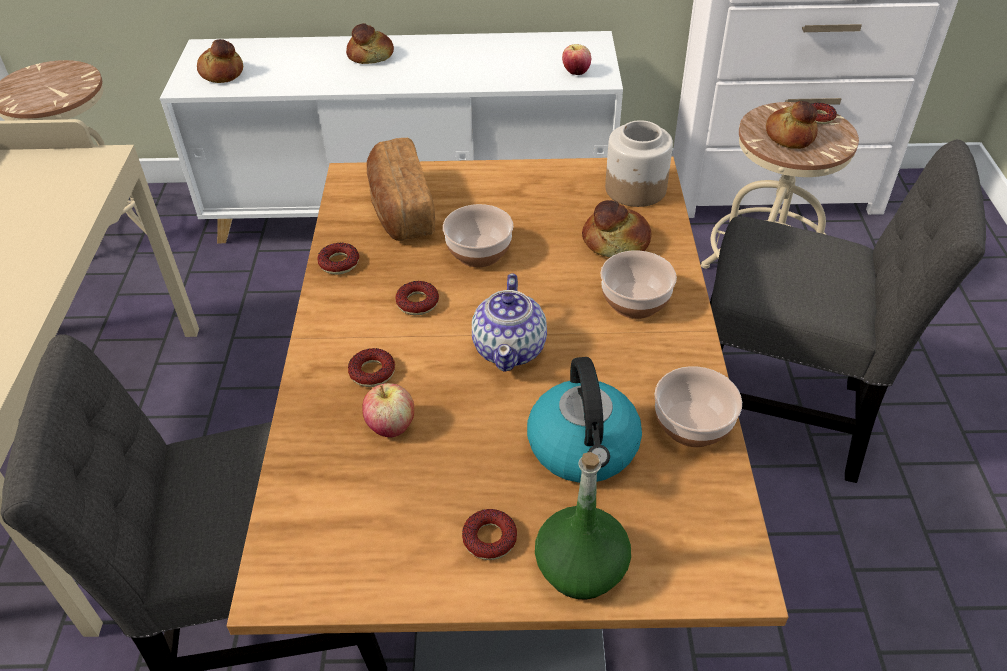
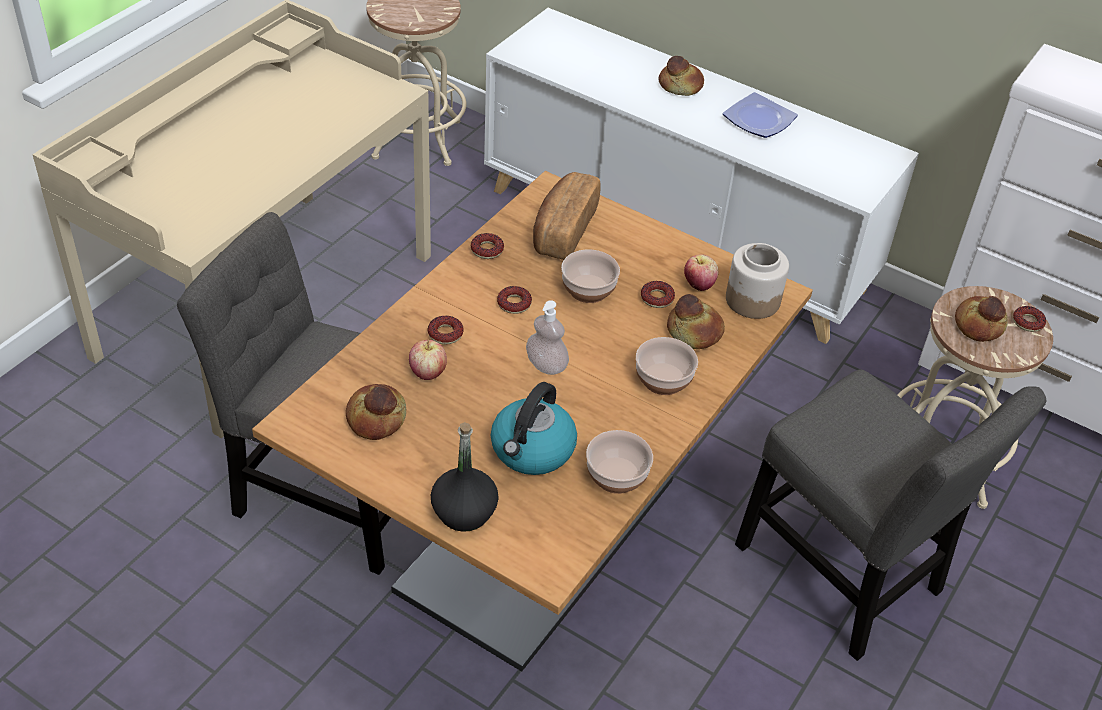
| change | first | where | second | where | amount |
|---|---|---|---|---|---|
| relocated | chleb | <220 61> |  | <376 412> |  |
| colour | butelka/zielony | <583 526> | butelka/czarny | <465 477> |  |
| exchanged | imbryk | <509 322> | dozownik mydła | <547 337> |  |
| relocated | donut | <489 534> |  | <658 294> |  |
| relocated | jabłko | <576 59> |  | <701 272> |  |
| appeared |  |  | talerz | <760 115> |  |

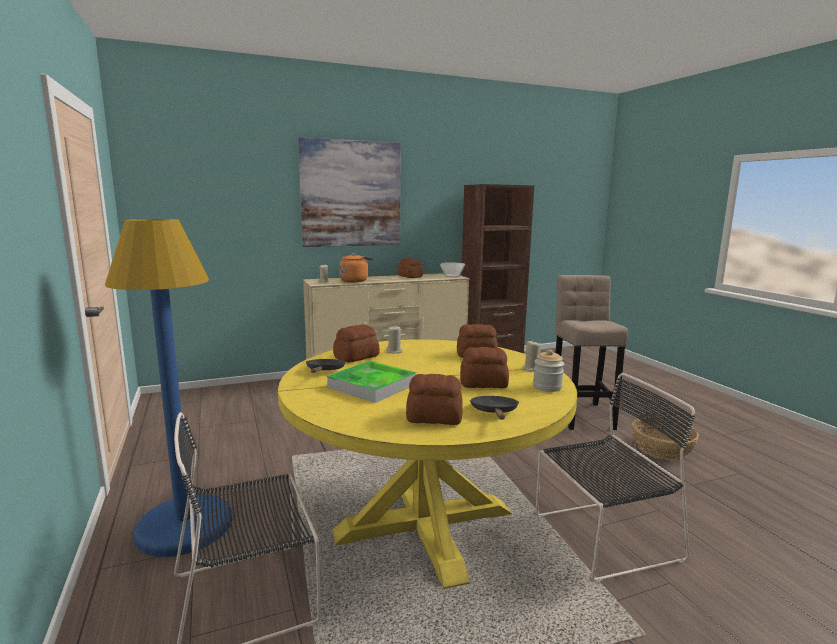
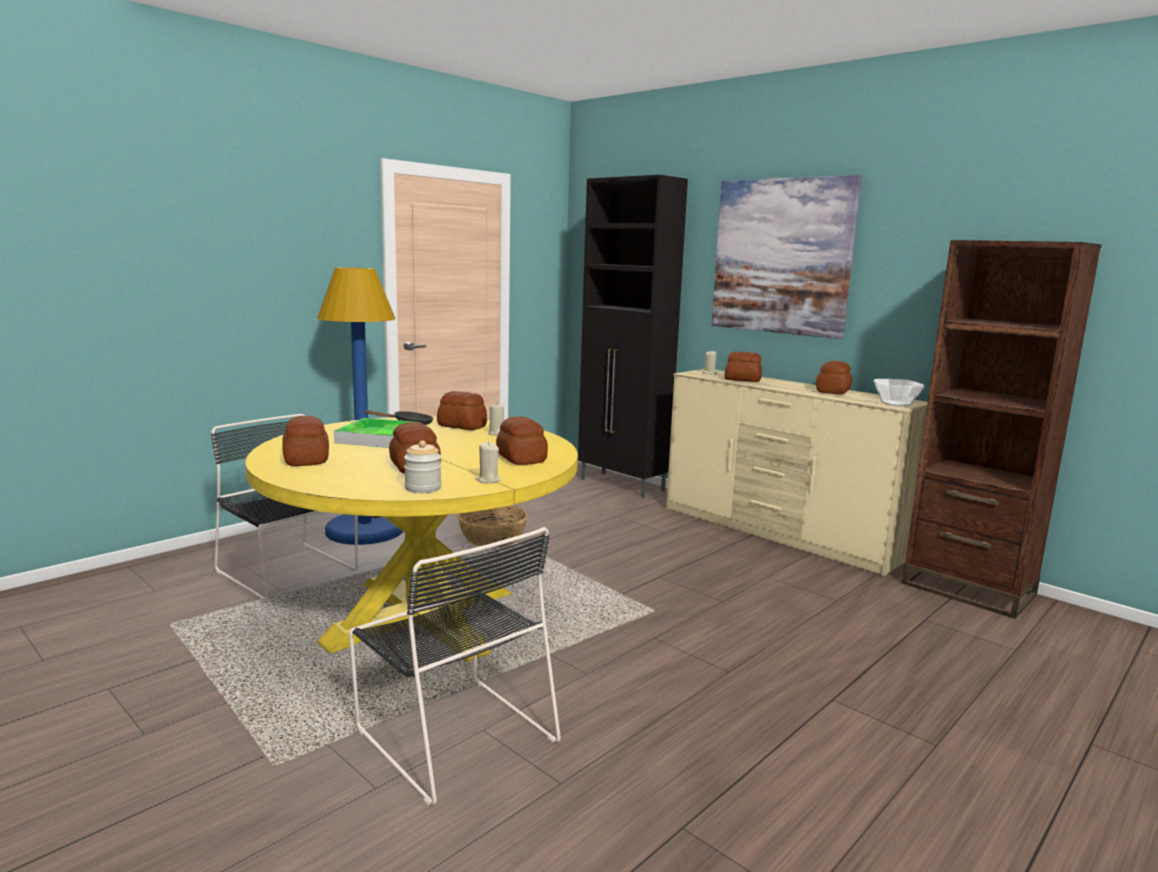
| change | first | where | second | where | amount |
|---|---|---|---|---|---|
| relocated | koszyk | <665 438> |  | <492 526> |  |
| appeared |  |  | szafka/czarny | <633 336> |  |
| exchanged | czajnik/pomarańczowy | <356 267> | chleb | <743 367> |  |
| missing | patelnia/czarny | <494 408> |  |  |  |
| missing | stołek/beżowy | <591 352> |  |  |  |

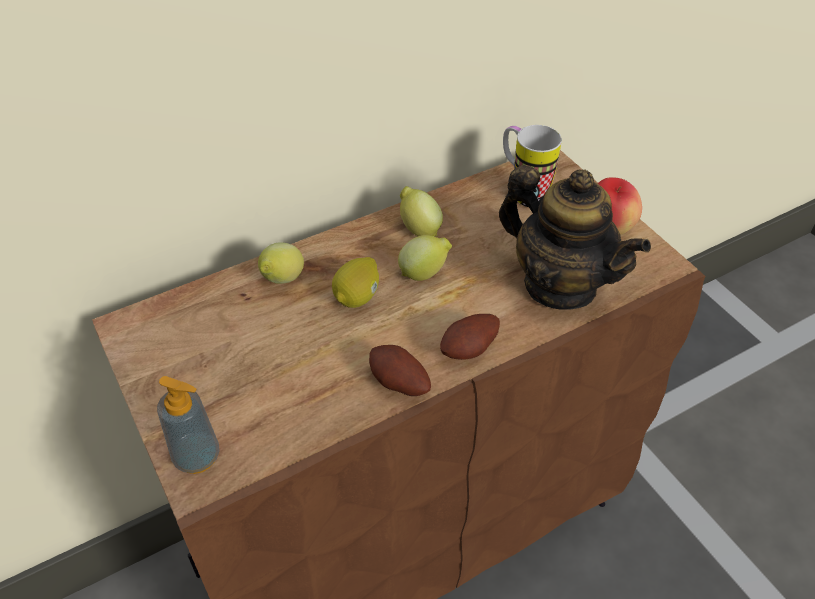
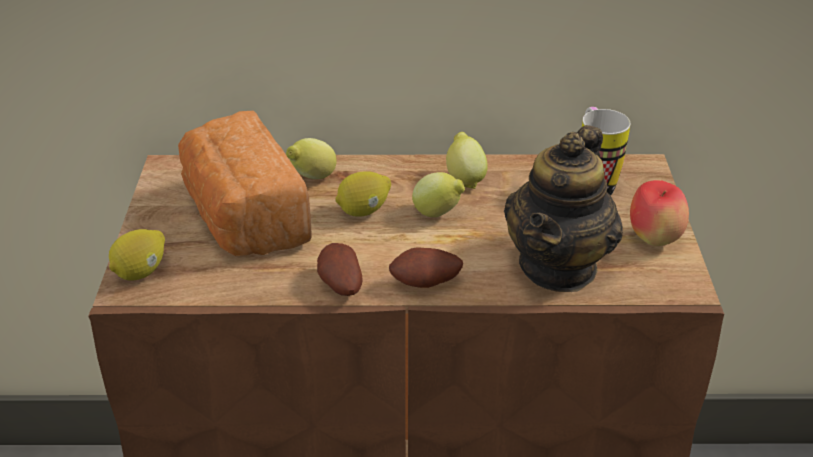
| change | first | where | second | where | amount |
|---|---|---|---|---|---|
| exchanged | dozownik mydła | <188 425> | cytryna | <137 255> |  |
| appeared |  |  | chleb | <245 183> |  |
| spun | imbryk | <575 237> |  | <563 208> | 45 degrees clockwise |

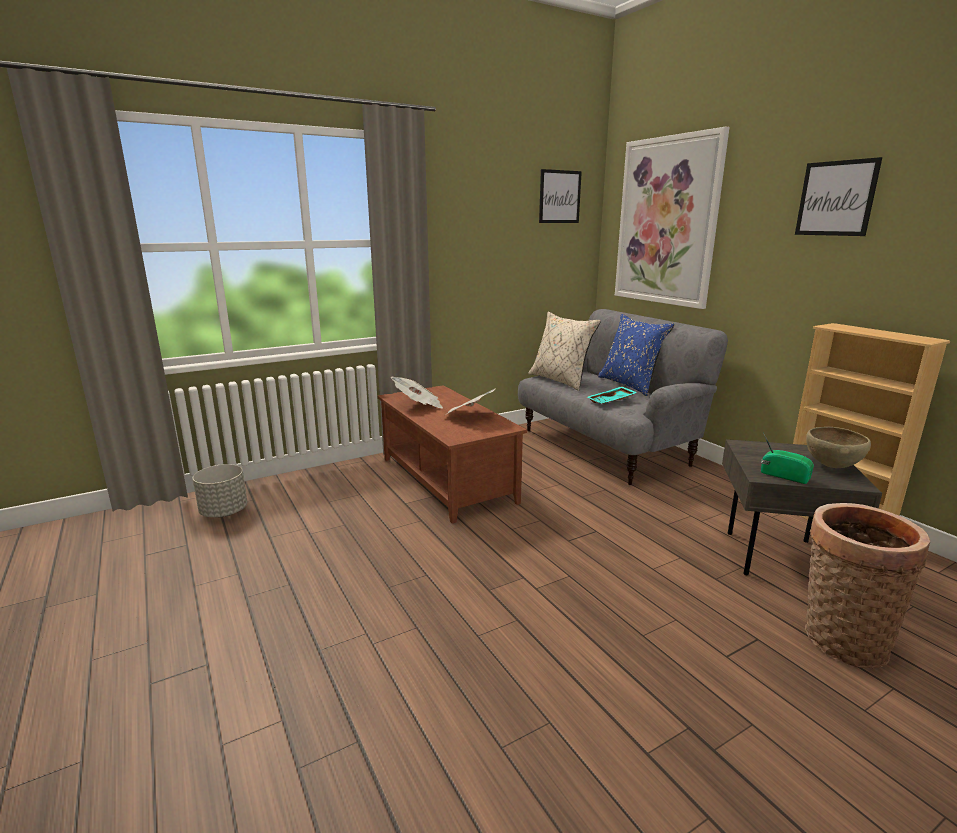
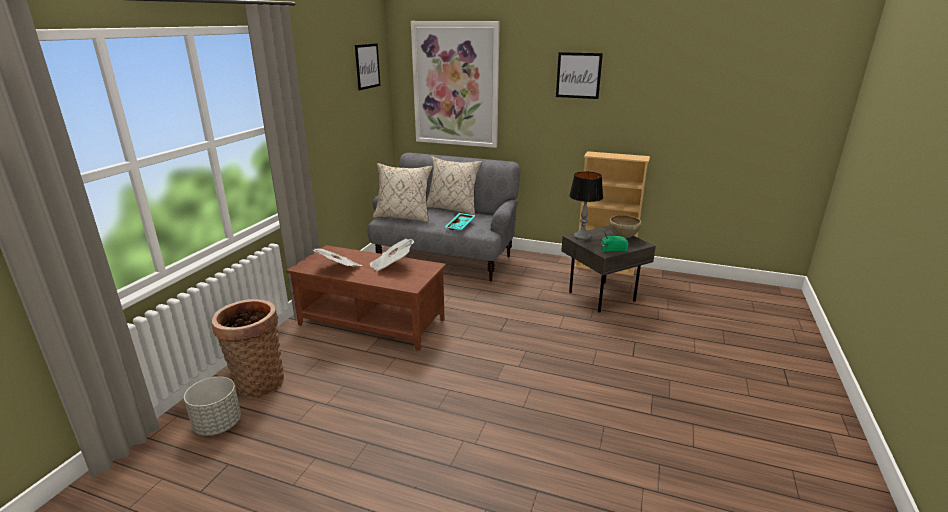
| change | first | where | second | where | amount |
|---|---|---|---|---|---|
| relocated | koszyk | <867 585> |  | <247 348> |  |
| colour | poduszka/niebieski | <636 355> | poduszka/beżowy | <454 185> |  |
| appeared |  |  | lampa stołowa | <586 206> |  |

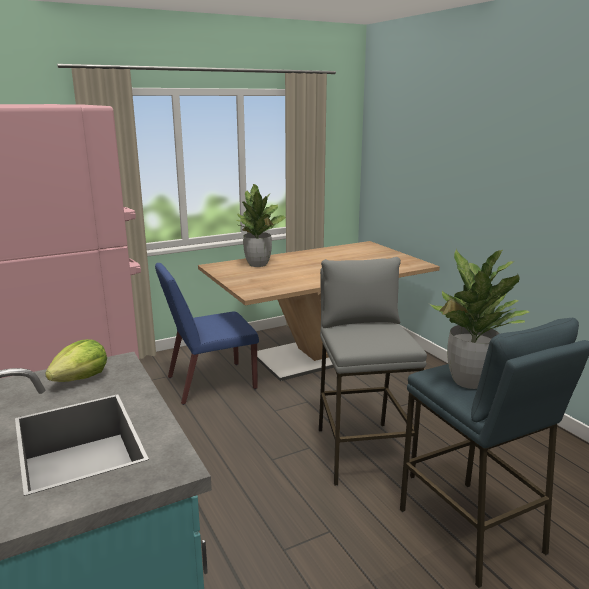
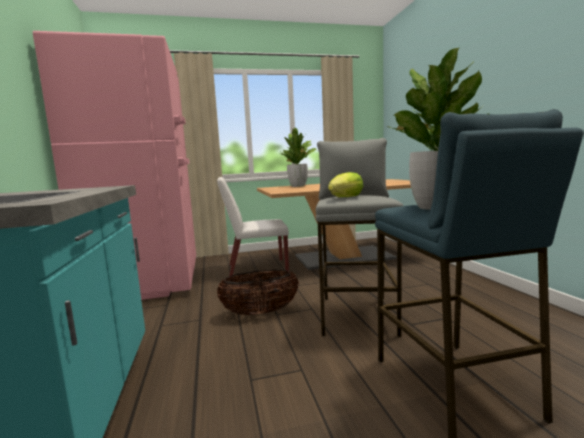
| change | first | where | second | where | amount |
|---|---|---|---|---|---|
| colour | krzesło/niebieski | <207 334> | krzesło/biały | <253 228> |  |
| appeared |  |  | koszyk | <258 292> |  |
| relocated | sałata | <76 360> |  | <345 184> |  |

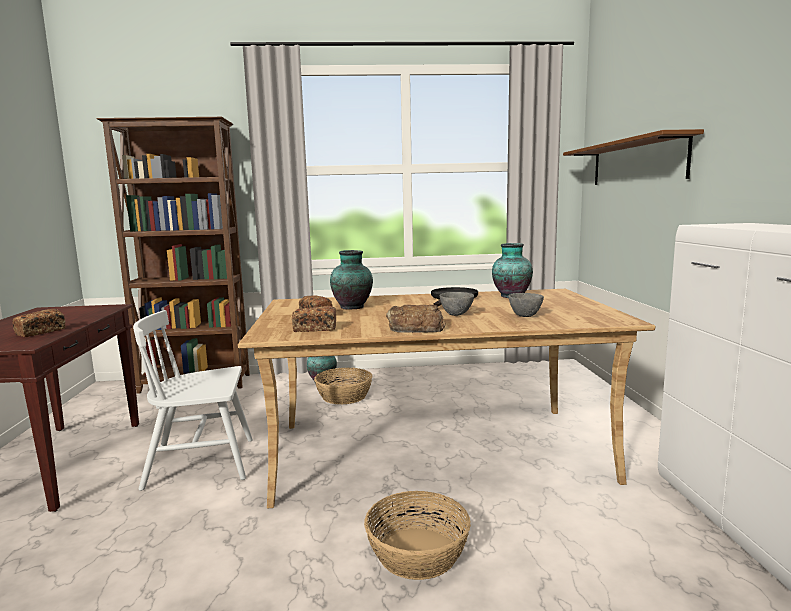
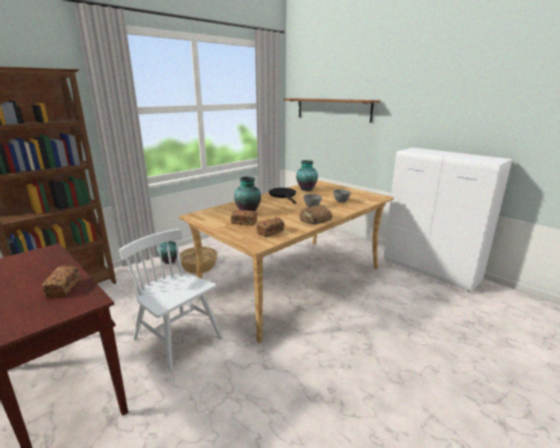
| change | first | where | second | where | amount |
|---|---|---|---|---|---|
| spun | krzesło/biały | <193 400> |  | <170 300> | 90 degrees clockwise |
| missing | koszyk | <417 535> |  |  |  |

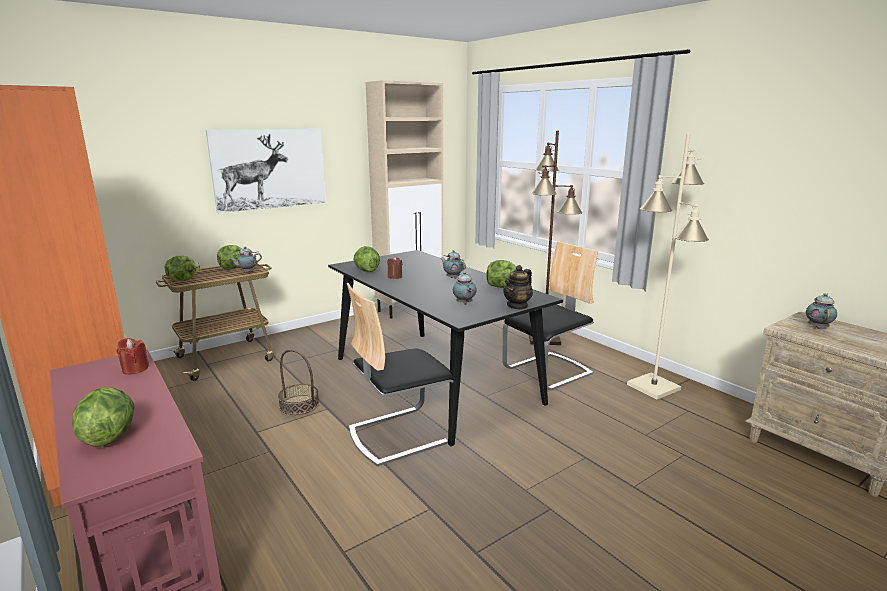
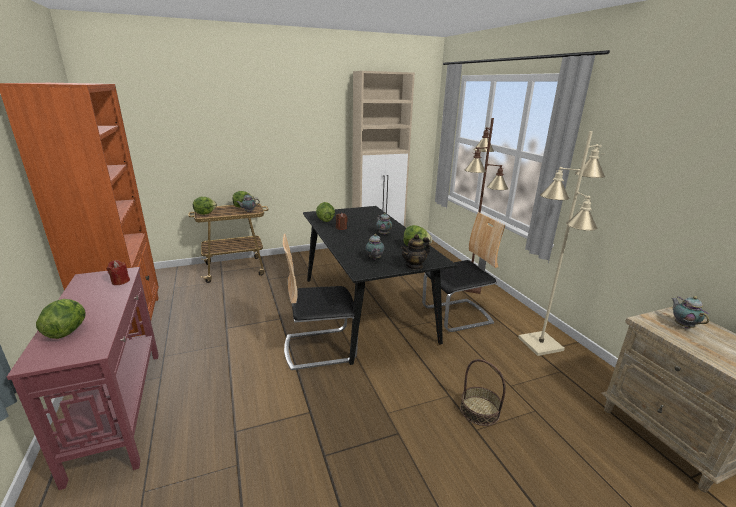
| change | first | where | second | where | amount |
|---|---|---|---|---|---|
| relocated | koszyk | <298 382> |  | <483 392> |  |
| spun | imbryk | <821 311> |  | <690 312> | 45 degrees counterclockwise |
| missing | obraz | <266 171> |  |  |  |

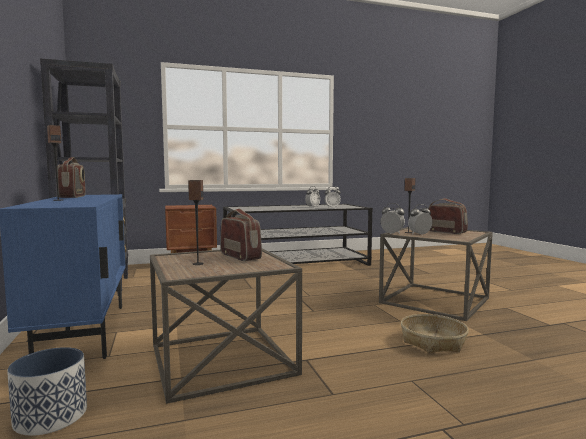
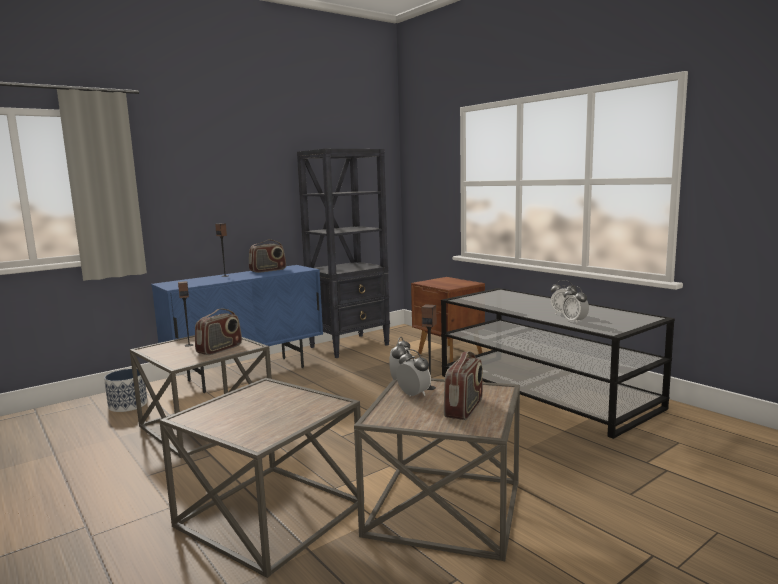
| change | first | where | second | where | amount |
|---|---|---|---|---|---|
| exchanged | koszyk | <435 333> | stolik/brązowy | <261 478> |  |

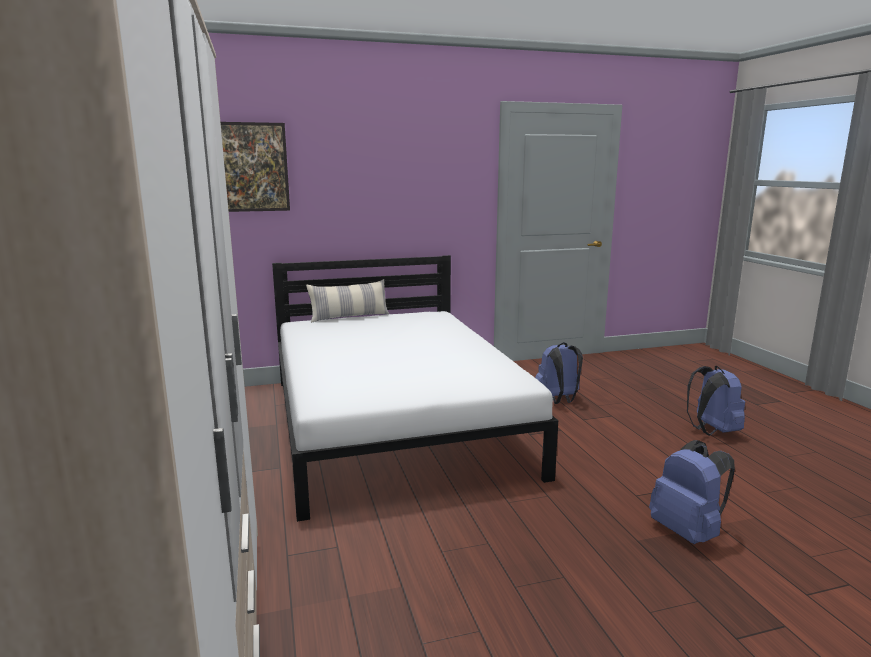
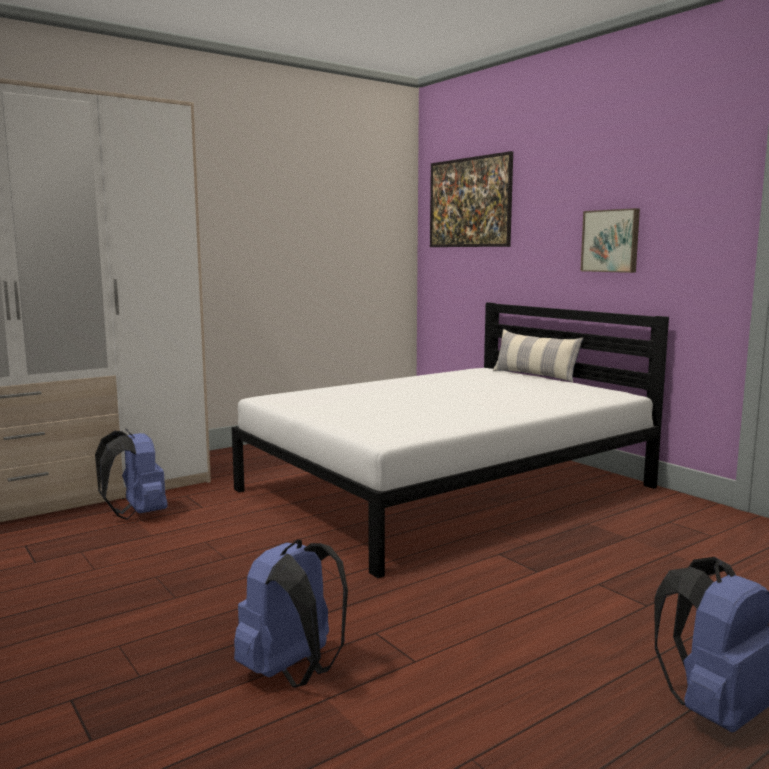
| change | first | where | second | where | amount |
|---|---|---|---|---|---|
| relocated | plecak/niebieski | <559 373> |  | <131 474> |  |
| appeared |  |  | obraz | <610 240> |  |

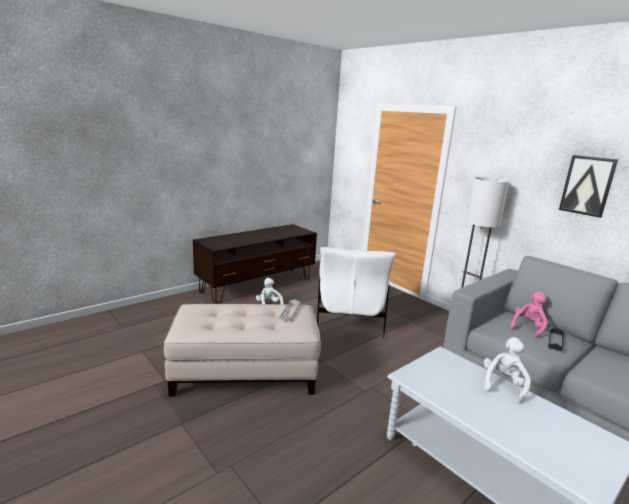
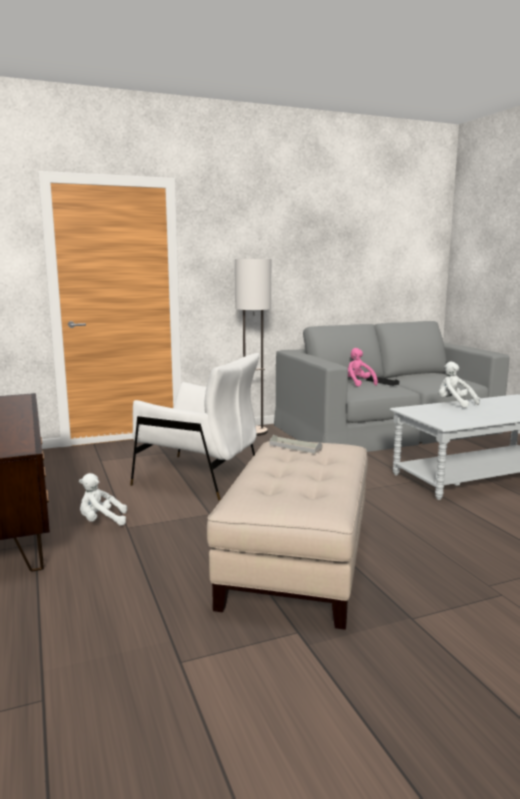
| change | first | where | second | where | amount |
|---|---|---|---|---|---|
| missing | obraz | <588 186> |  |  |  |

